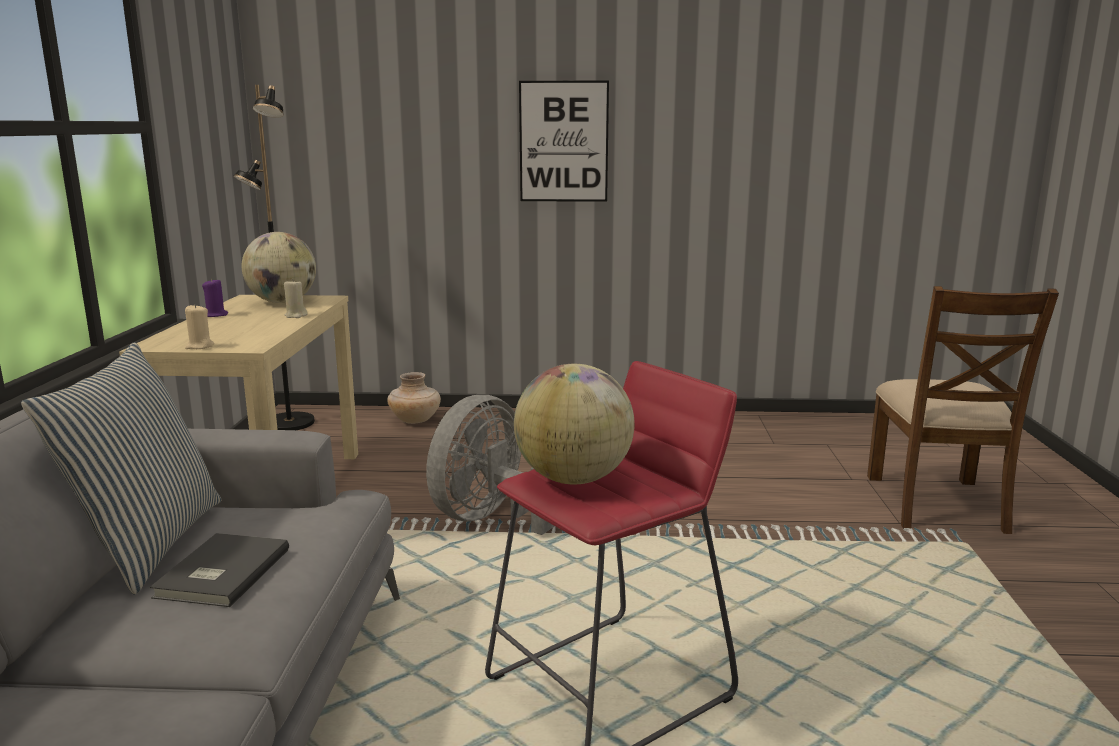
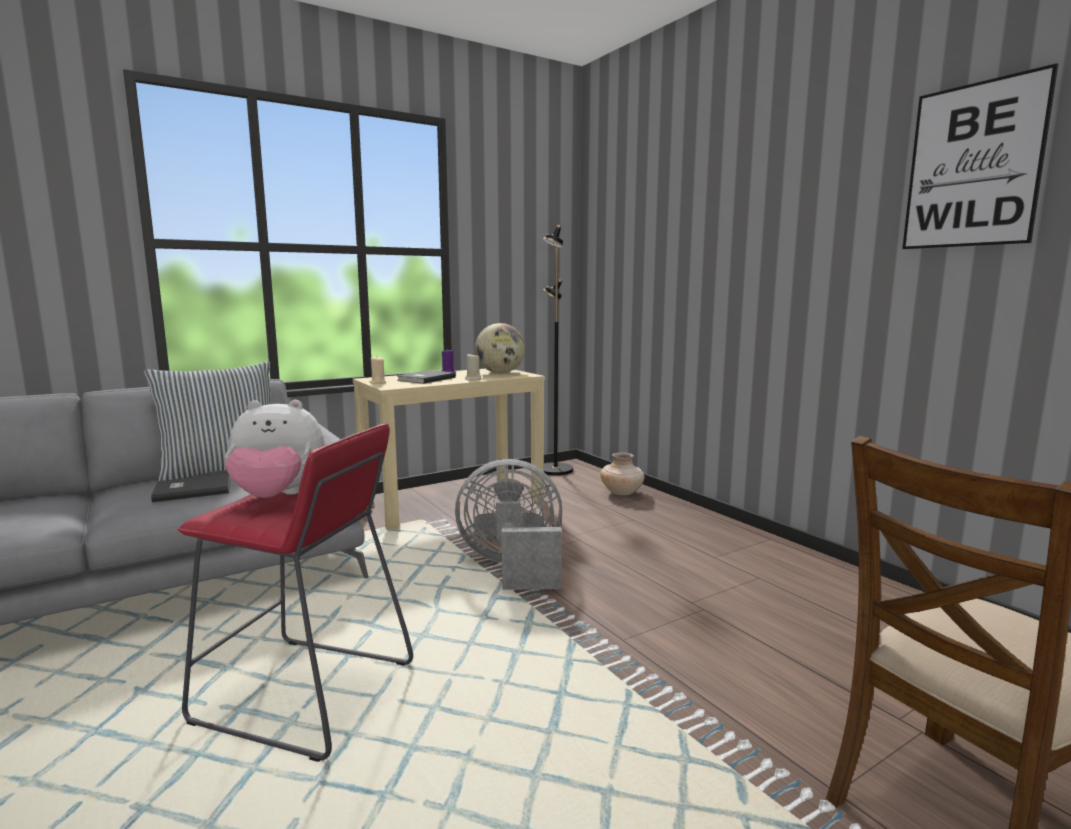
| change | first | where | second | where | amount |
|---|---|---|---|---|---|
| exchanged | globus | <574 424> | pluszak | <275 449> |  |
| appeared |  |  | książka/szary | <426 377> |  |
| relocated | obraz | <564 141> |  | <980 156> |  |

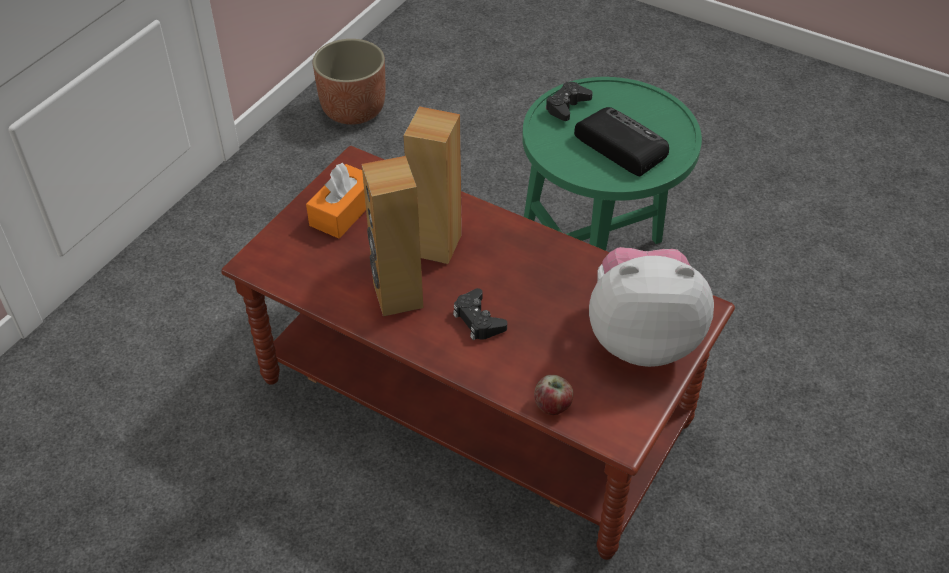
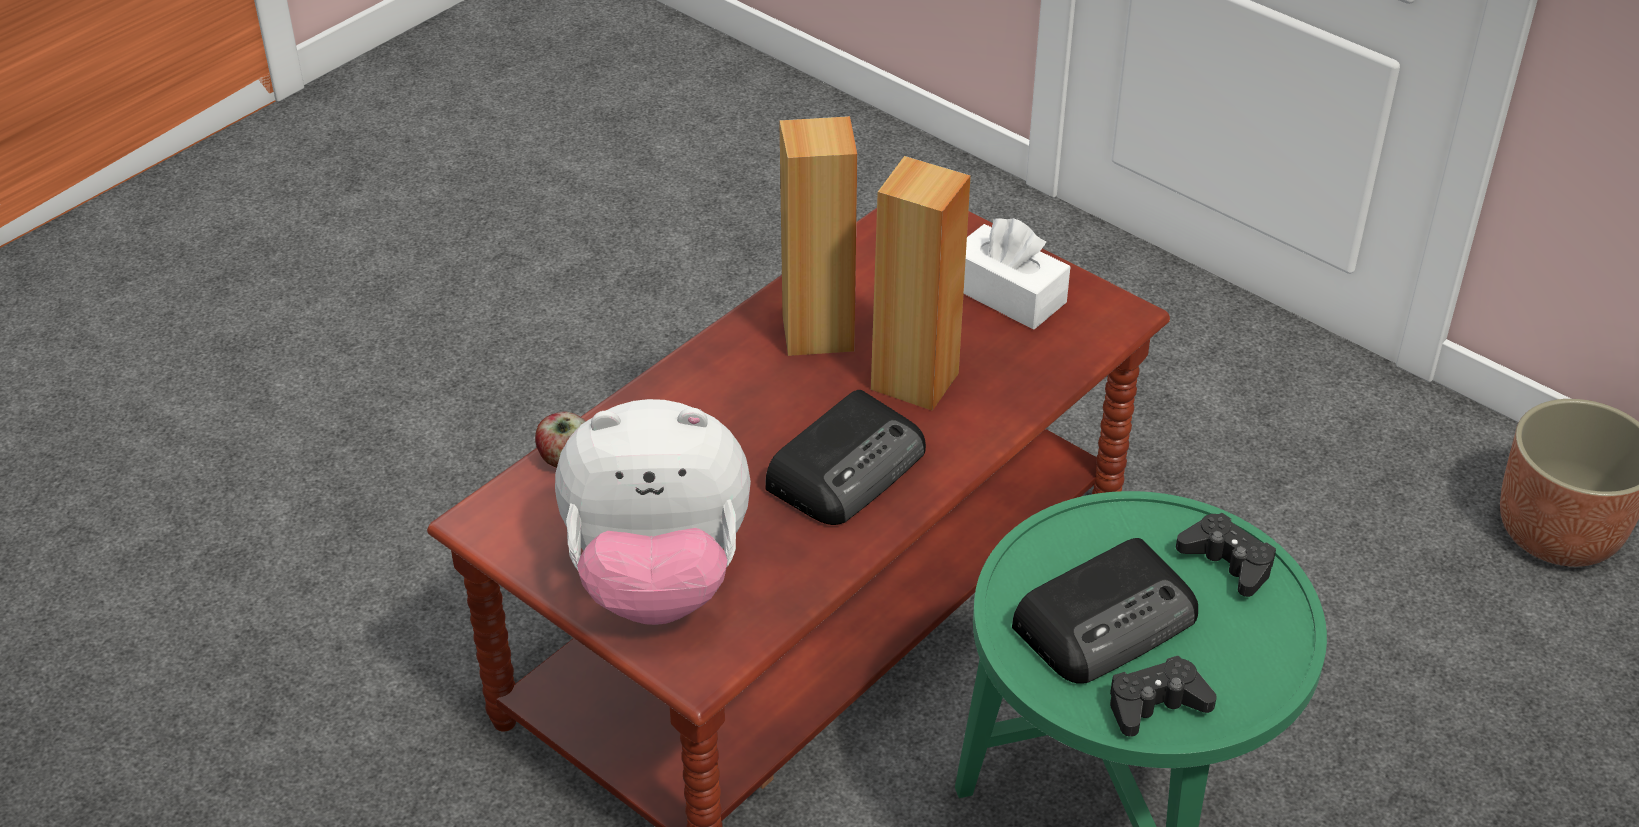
| change | first | where | second | where | amount |
|---|---|---|---|---|---|
| spun | pluszak | <651 307> |  | <653 512> | 75 degrees clockwise |
| appeared |  |  | radio | <845 457> |  |
| colour | pudełko chusteczek/pomarańczowy | <336 200> | pudełko chusteczek/biały | <1017 274> |  |
| relocated | pad do gier/czarny | <480 314> |  | <1163 696> |  |

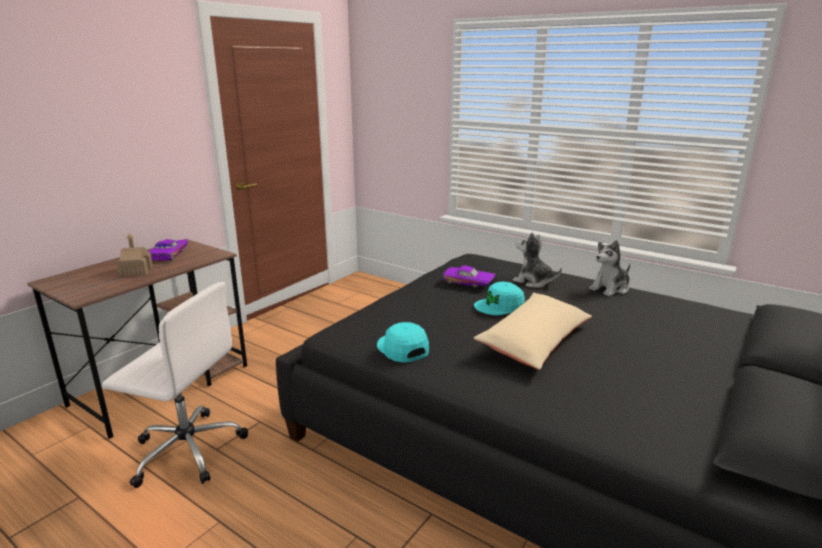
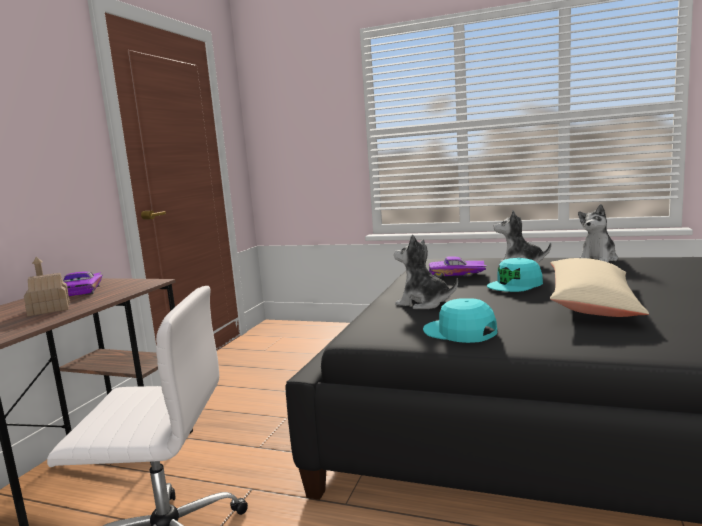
| change | first | where | second | where | amount |
|---|---|---|---|---|---|
| appeared |  |  | pluszak | <426 272> |  |

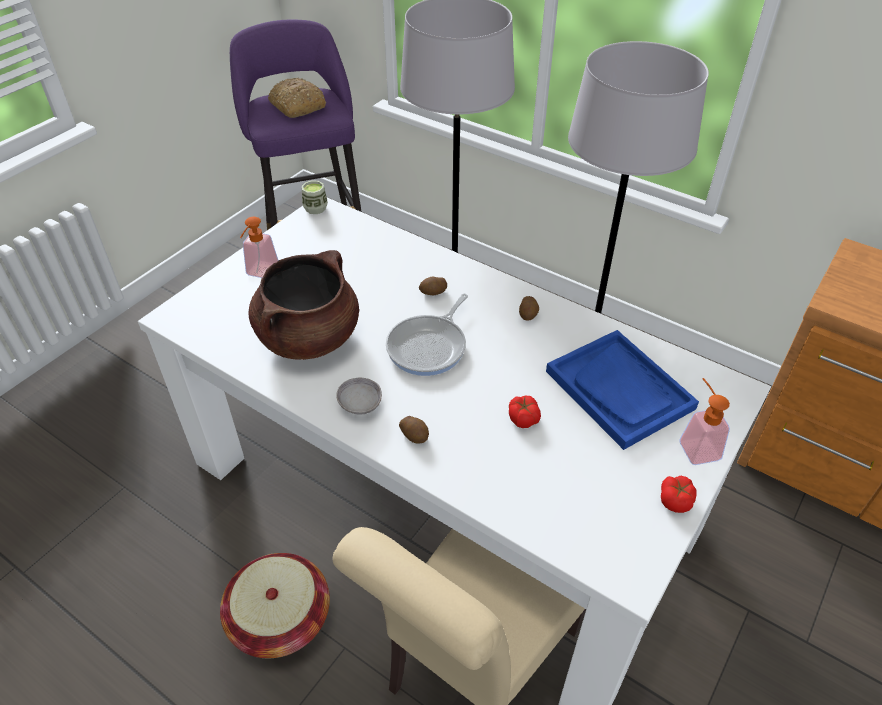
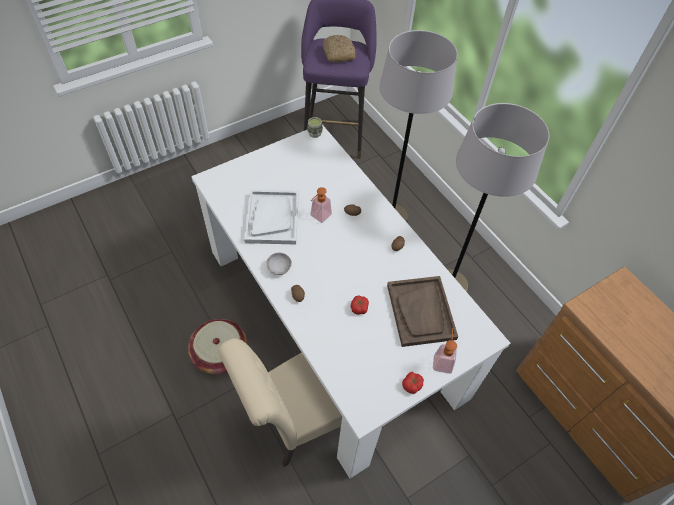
| change | first | where | second | where | amount |
|---|---|---|---|---|---|
| exchanged | garnek/brązowy | <303 305> | taca/biały | <271 216> |  |
| relocated | dozownik mydła | <259 247> |  | <321 205> |  |
| colour | taca/niebieski | <622 390> | taca/brązowy | <422 311> |  |
| missing | patelnia | <427 335> |  |  |  |

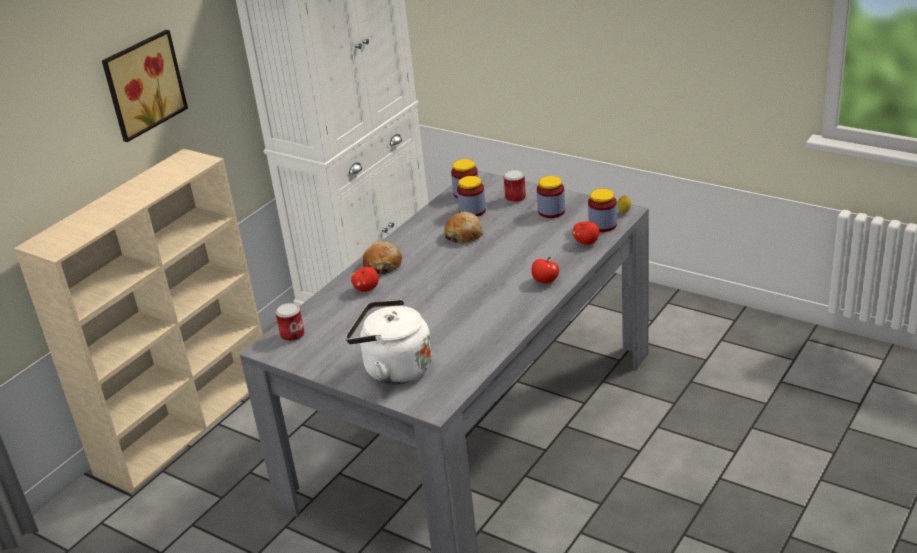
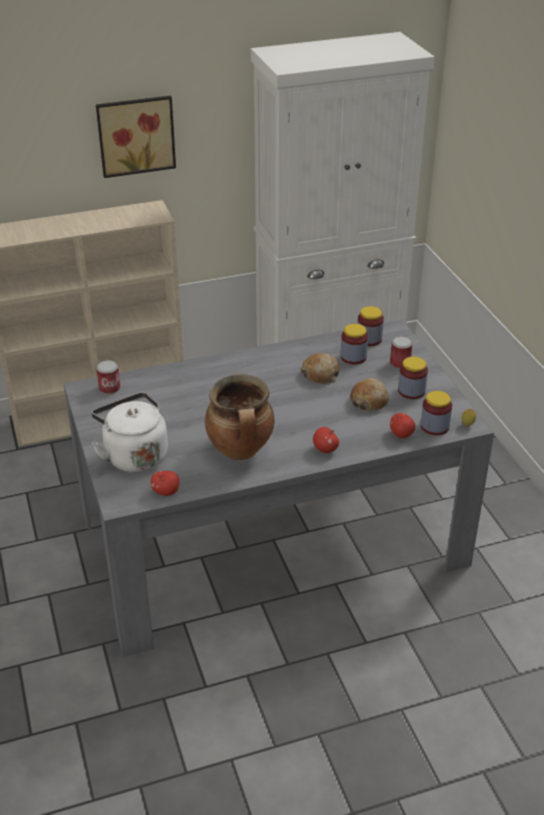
| change | first | where | second | where | amount |
|---|---|---|---|---|---|
| relocated | jabłko | <365 279> |  | <165 483> |  |
| appeared |  |  | garnek | <240 417> |  |
| relocated | chleb | <382 257> |  | <369 394> |  |

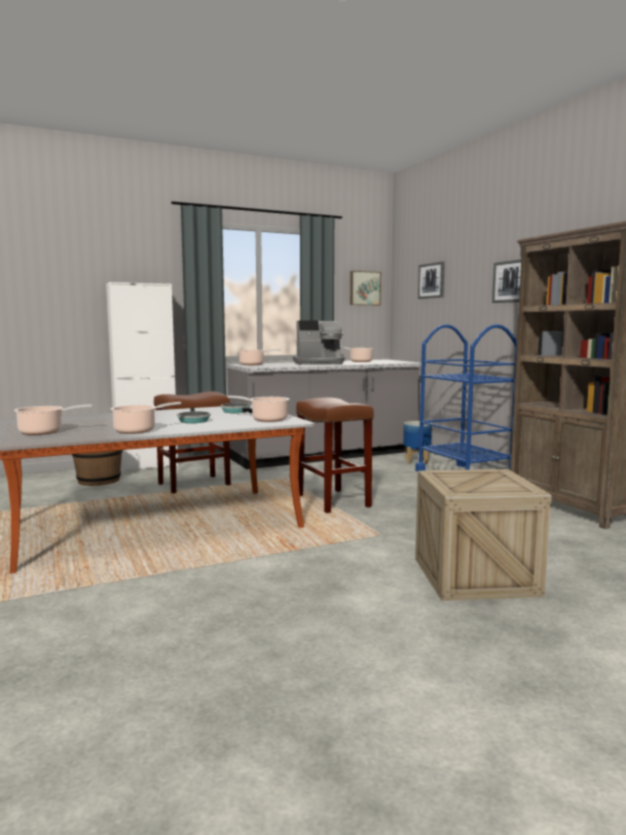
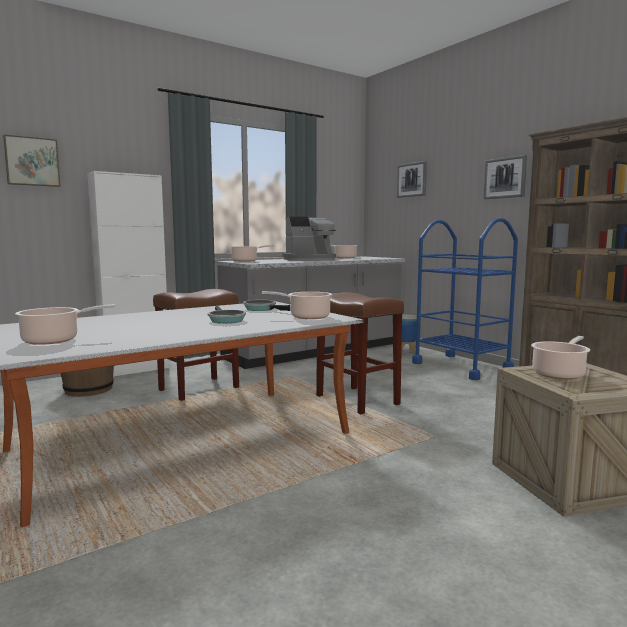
| change | first | where | second | where | amount |
|---|---|---|---|---|---|
| relocated | obraz | <365 288> |  | <31 161> |  |
| relocated | garnek | <146 418> |  | <560 358> |  |

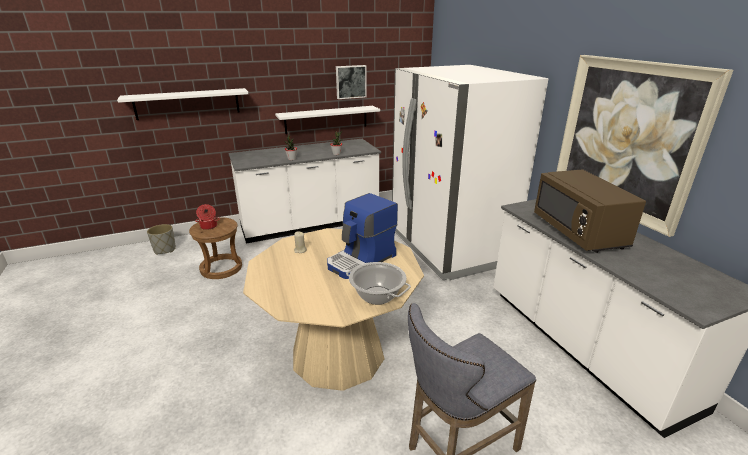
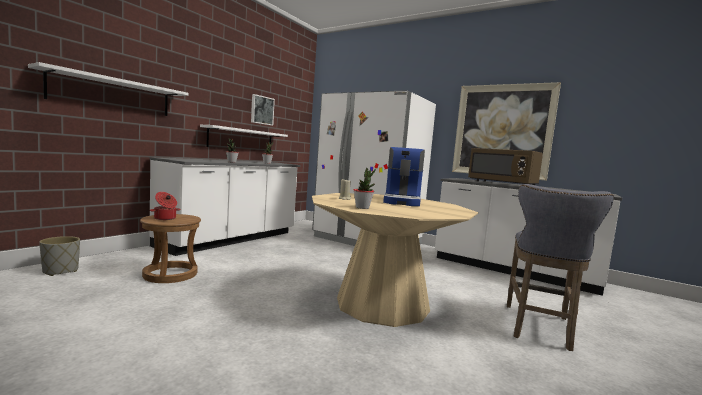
| change | first | where | second | where | amount |
|---|---|---|---|---|---|
| appeared |  |  | roślina doniczkowa | <365 188> |  |
| missing | garnek | <378 283> |  |  |  |

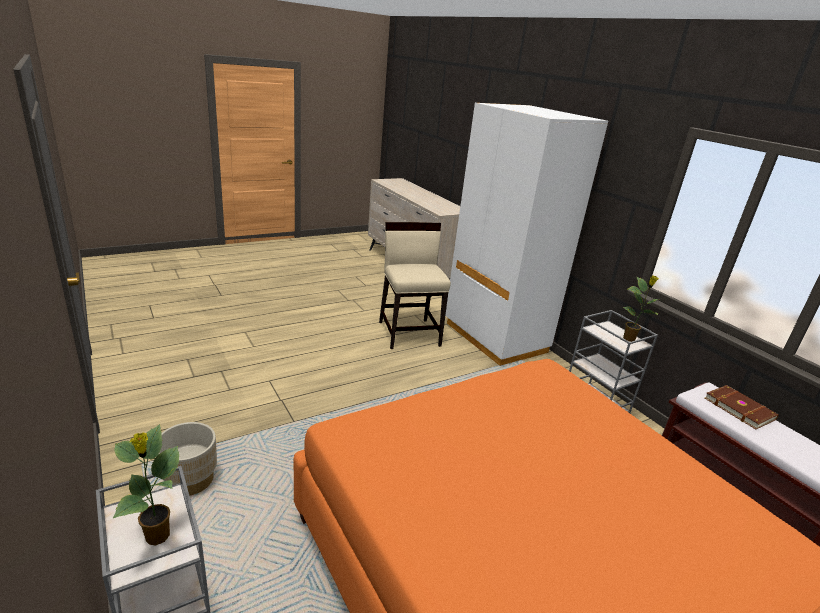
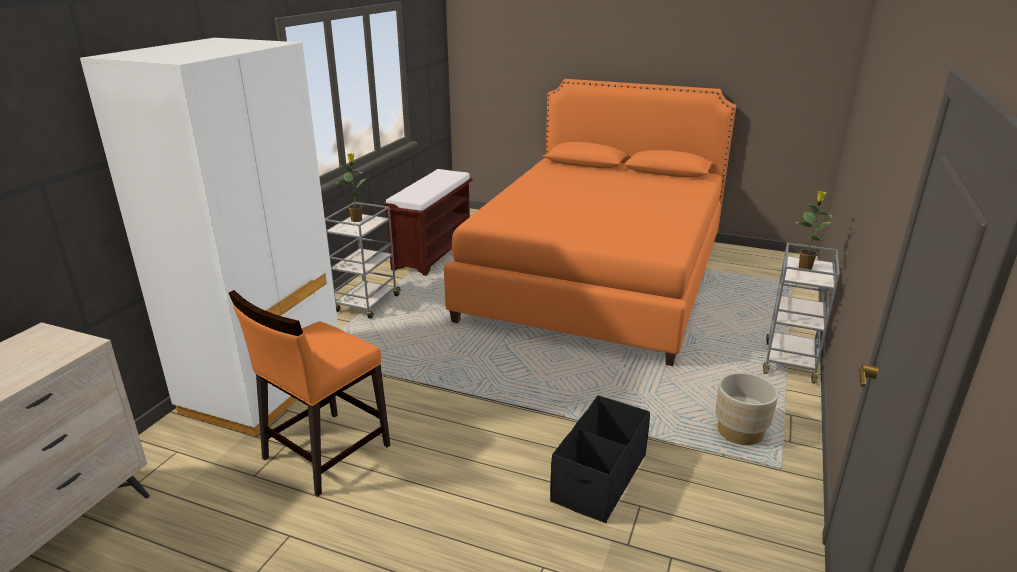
| change | first | where | second | where | amount |
|---|---|---|---|---|---|
| colour | krzesło/beżowy | <415 285> | krzesło/pomarańczowy | <309 393> |  |
| appeared |  |  | pojemnik do przechowywania/czarny | <600 459> |  |
| missing | książka/brązowy | <742 407> |  |  |  |

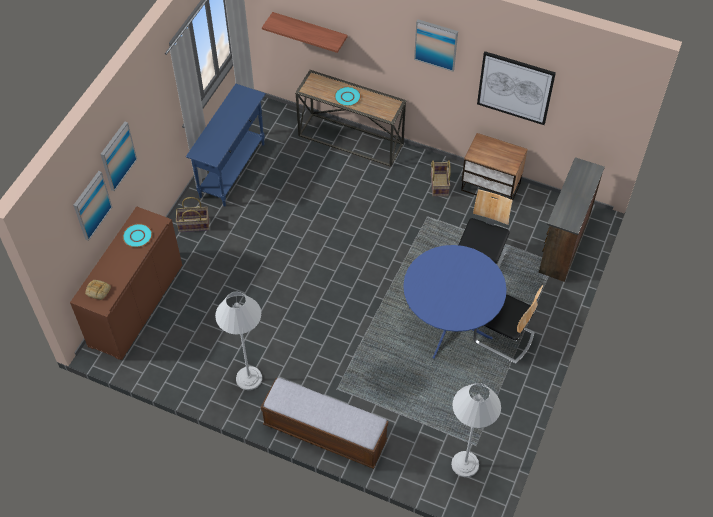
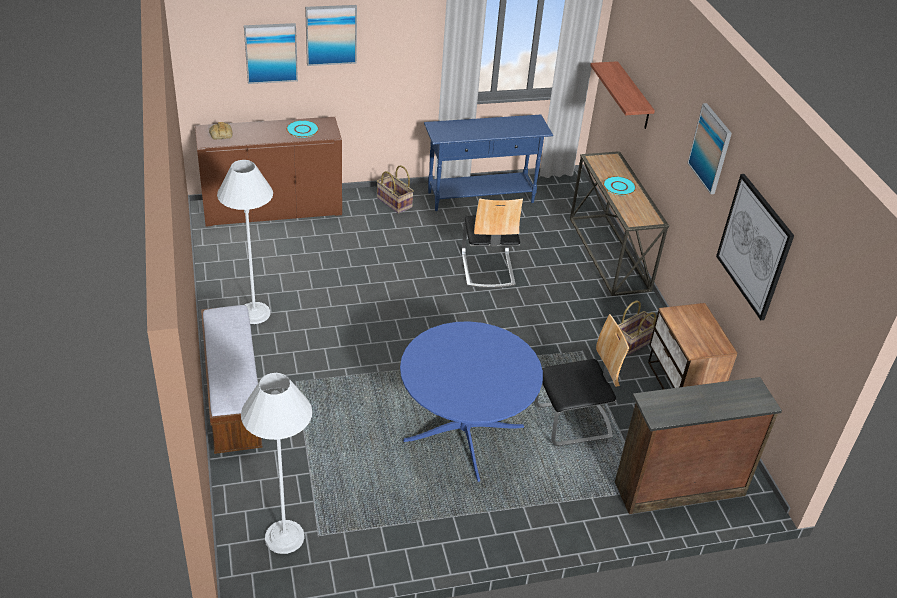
| change | first | where | second | where | amount |
|---|---|---|---|---|---|
| relocated | krzesło | <508 324> |  | <492 243> |  |

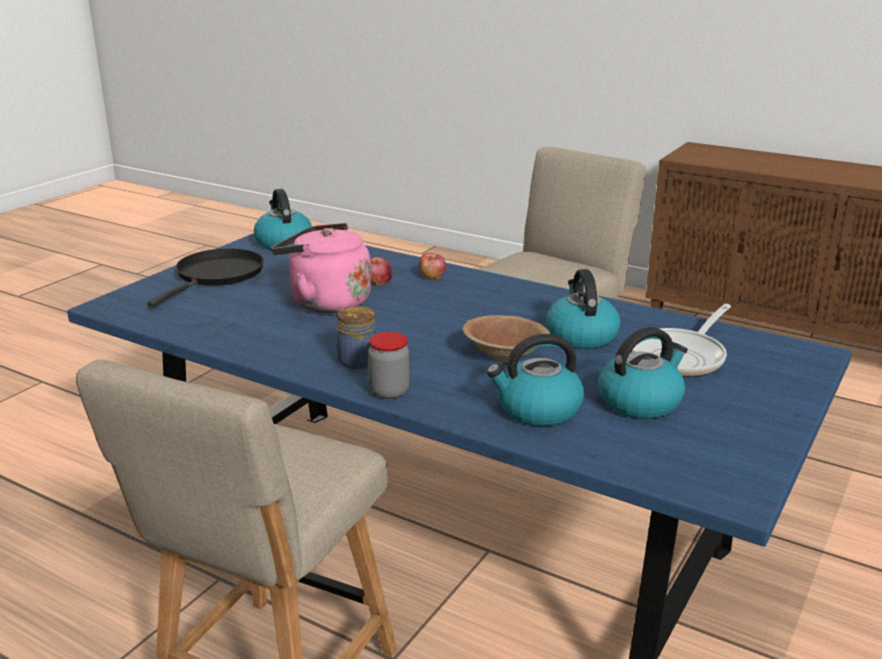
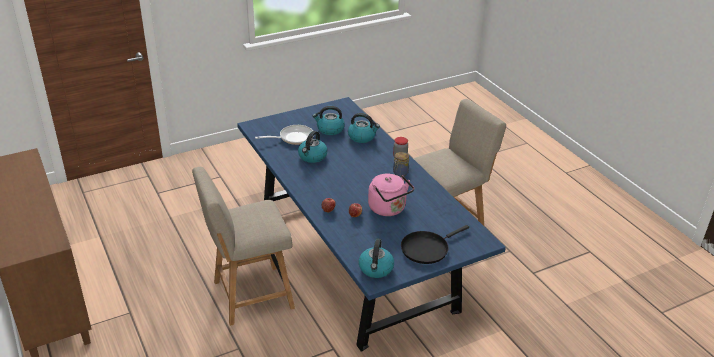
| change | first | where | second | where | amount |
|---|---|---|---|---|---|
| missing | miska/brązowy | <506 337> |  |  |  |

